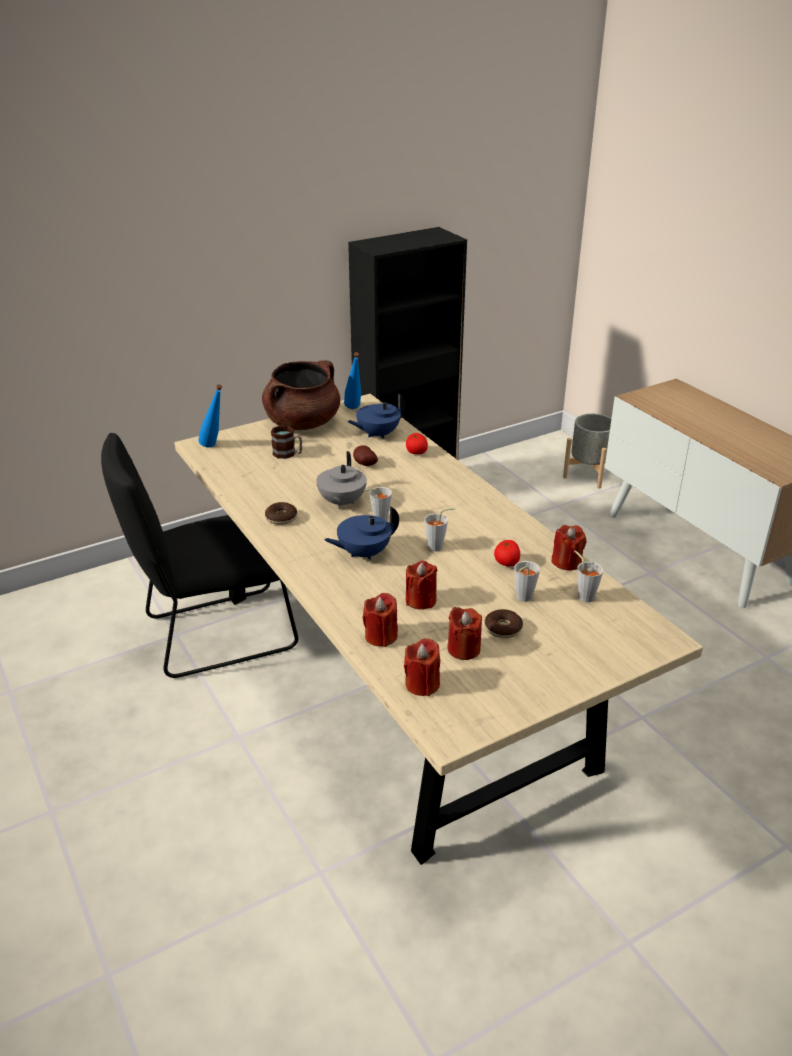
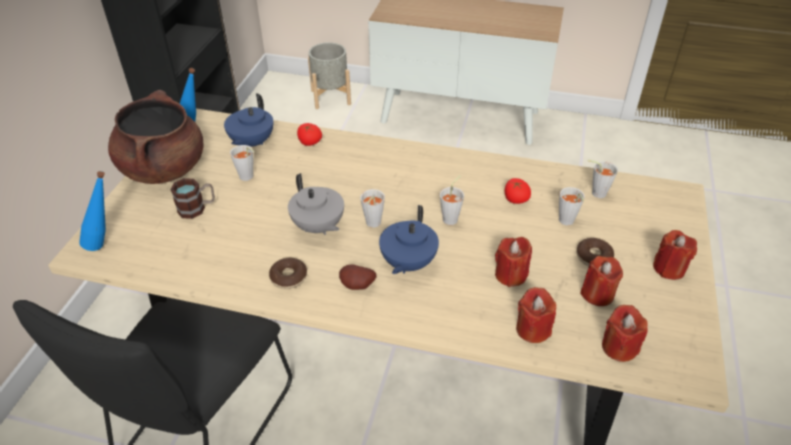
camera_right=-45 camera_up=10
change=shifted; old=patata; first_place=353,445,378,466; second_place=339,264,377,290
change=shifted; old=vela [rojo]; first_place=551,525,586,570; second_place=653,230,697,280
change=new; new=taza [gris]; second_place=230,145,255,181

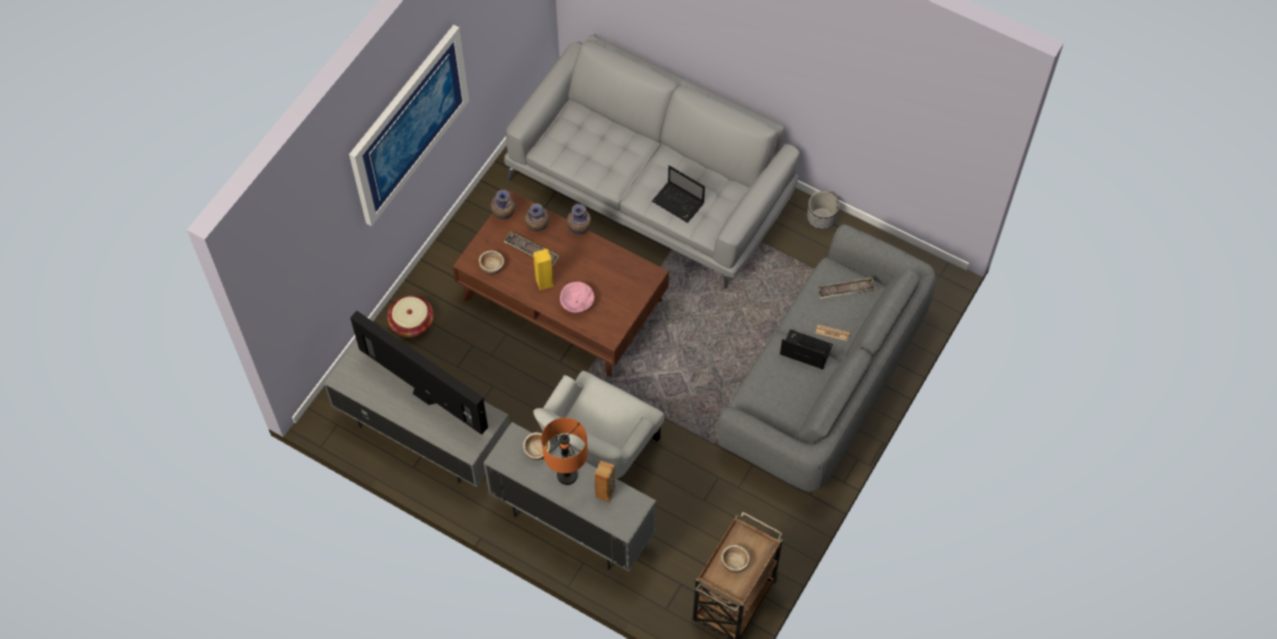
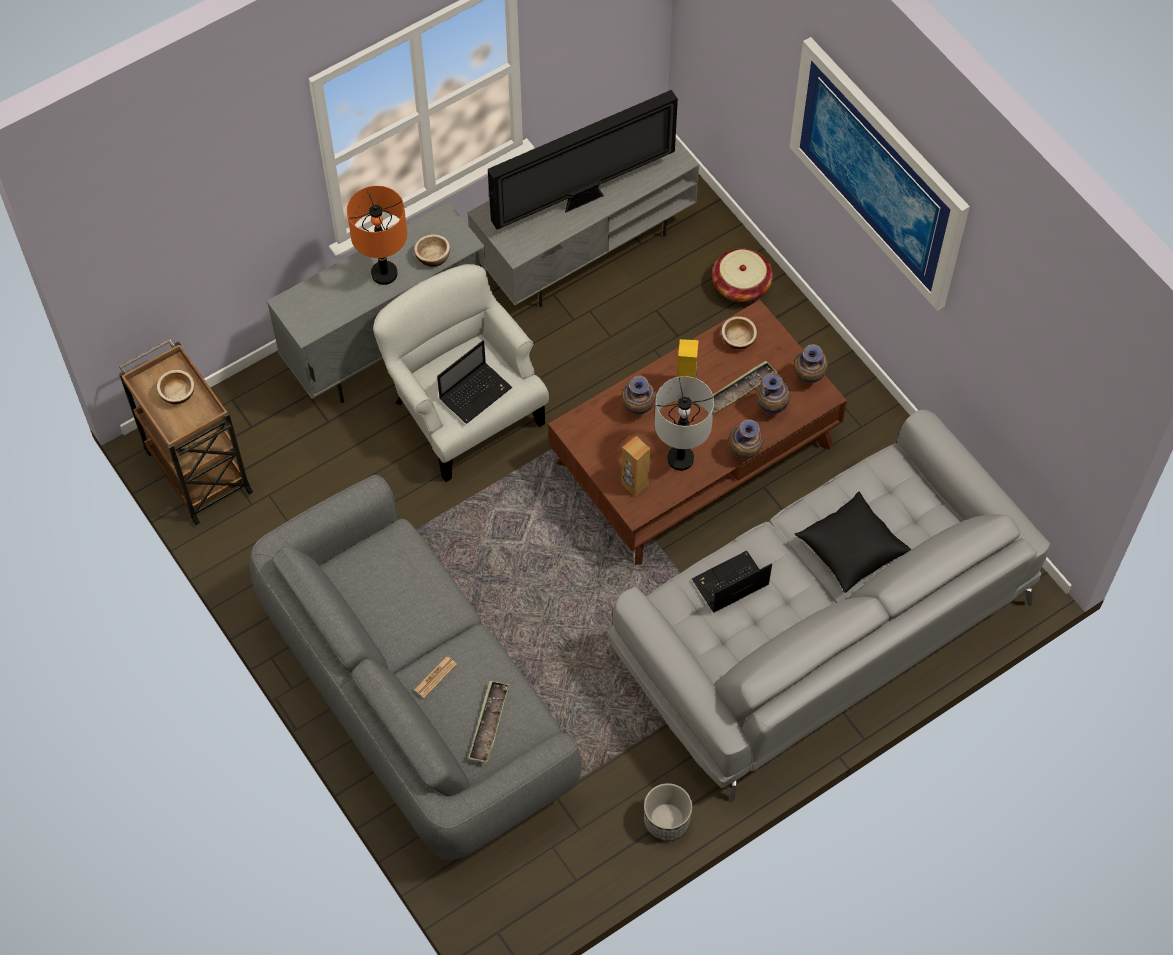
camera_right=115 camera_up=0
change=swapped; old=cuenco [rosa]; new=florero; first_place=560,282,594,313; second_place=622,376,656,414
change=shifted; old=portátil; first_place=780,330,833,369; second_place=437,341,512,424
change=shifted; old=altavoz [marrón]; first_place=595,461,615,502; second_place=621,436,650,497
change=new; new=lámpara de mesa [gris]; second_place=655,376,714,471
change=new; new=cojín [negro]; second_place=795,492,911,593

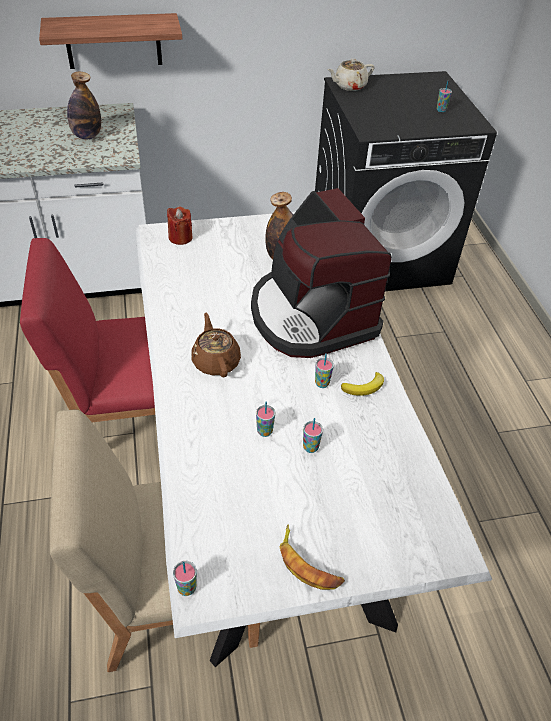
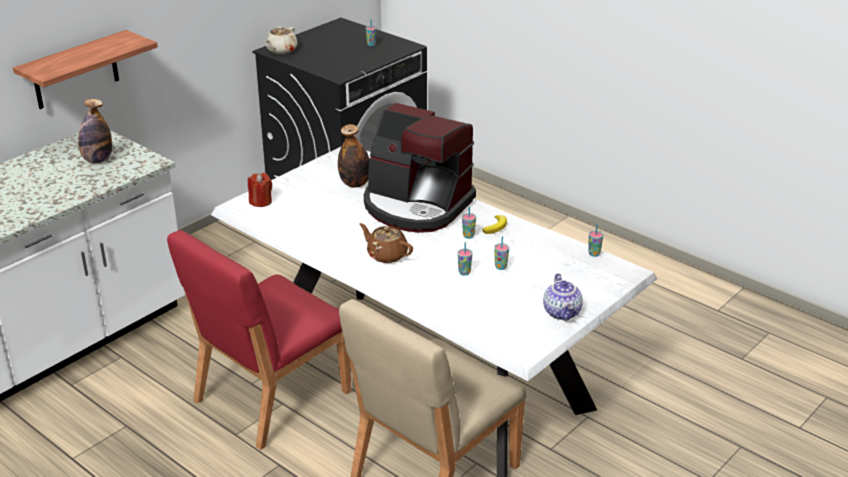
camera_right=-35 camera_up=-15
change=swapped; old=plátano; new=tetera; first_place=279,524,345,590; second_place=543,273,583,321
change=shifted; old=taza; first_place=173,561,197,596; second_place=588,224,604,257

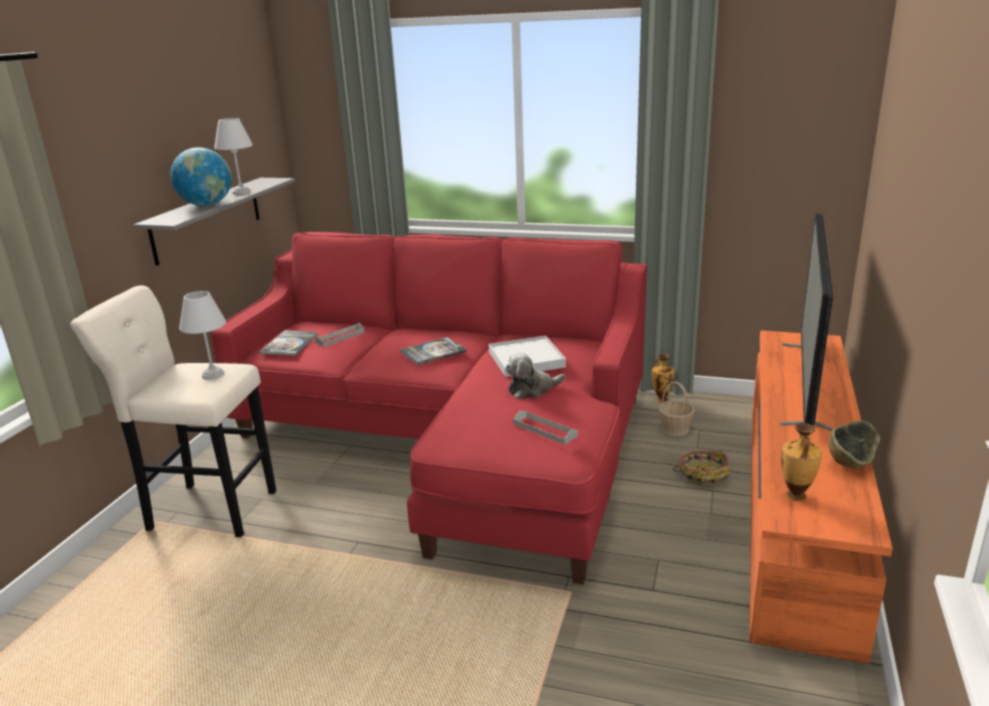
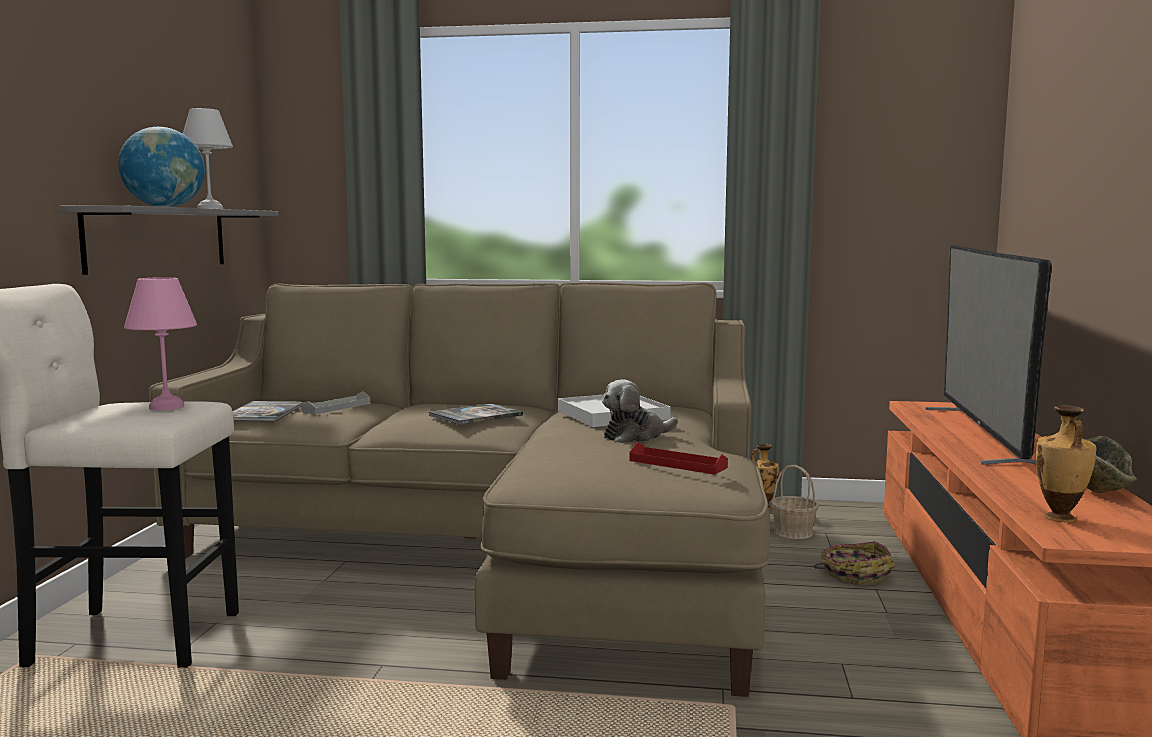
camera_right=-10 camera_up=-15
change=repainted; old=sofá [rojo]; new=sofá [beis]; first_place=211,232,647,585; second_place=148,282,770,697
change=repainted; old=lámpara de mesa [blanco]; new=lámpara de mesa [rosa]; first_place=179,291,226,380; second_place=124,277,197,411
change=repainted; old=bandeja [gris]; new=bandeja [rojo]; first_place=513,411,578,445; second_place=629,442,728,475

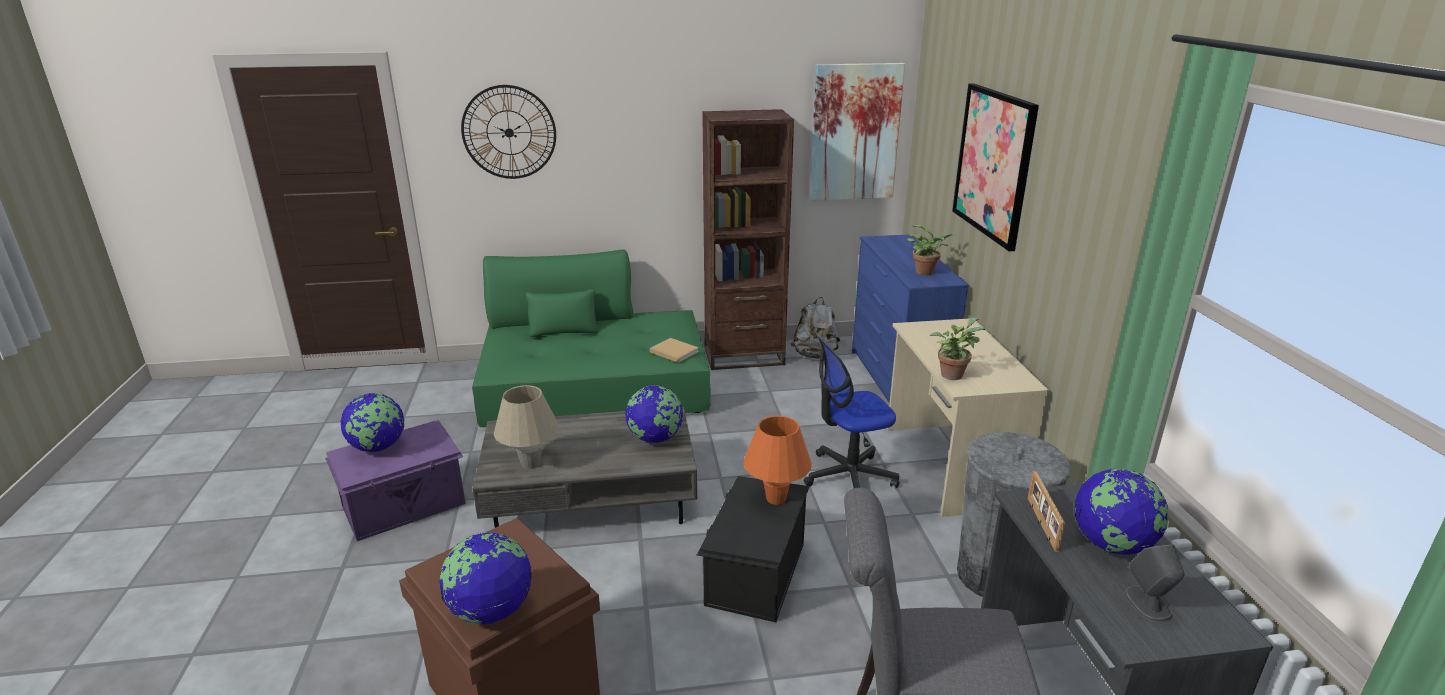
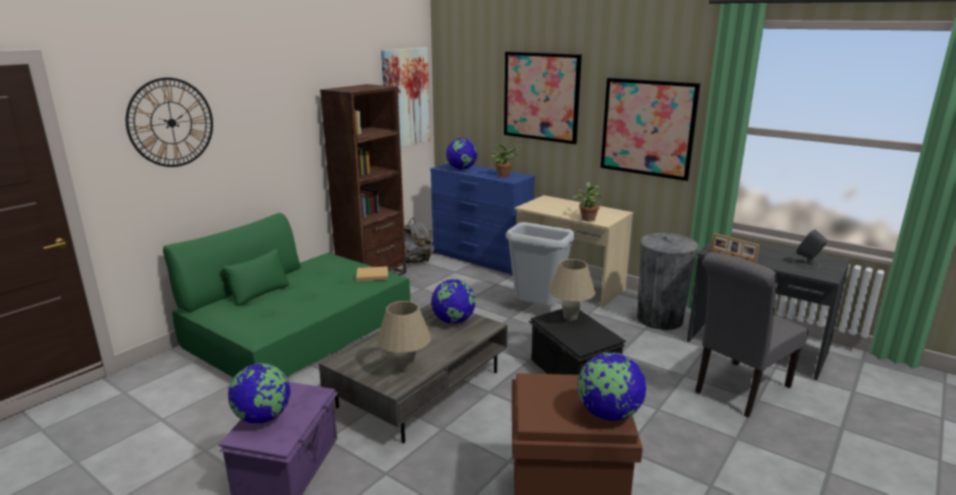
camera_right=-45 camera_up=-5
change=swapped; old=silla de oficina; new=papelera [gris]; first_place=804,337,899,488; second_place=506,222,575,306
change=repainted; old=lámpara de mesa [naranja]; new=lámpara de mesa [beis]; first_place=743,416,812,505; second_place=549,259,595,321
change=shifted; old=globo terráqueo; first_place=1075,468,1169,555; second_place=446,138,477,169
change=new; new=cuadro; second_place=600,78,700,181

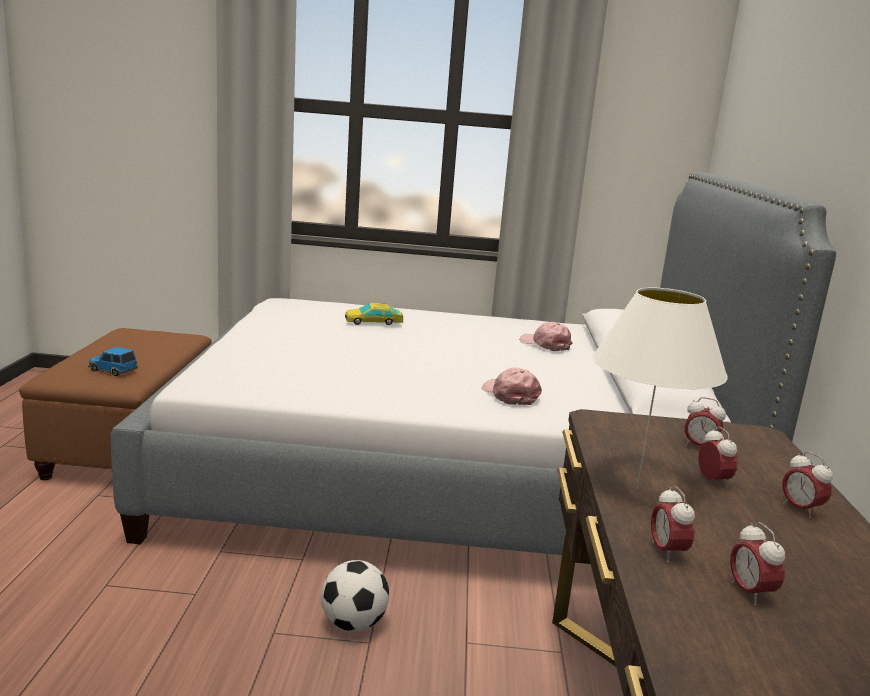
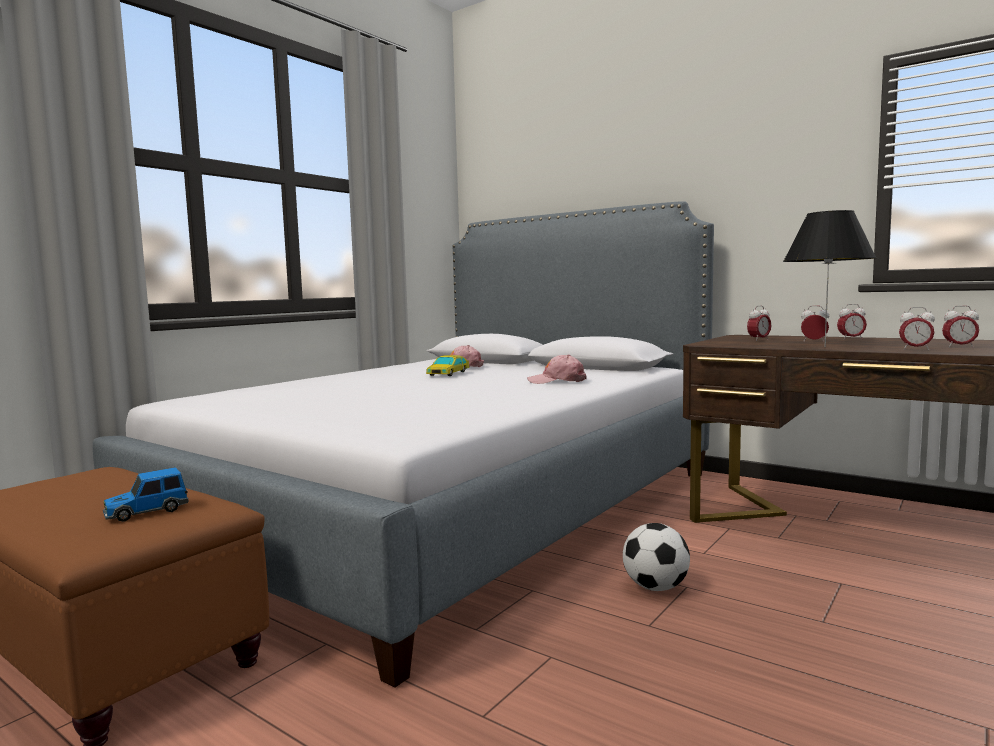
camera_right=-55 camera_up=-10
change=repainted; old=lámpara de mesa [blanco]; new=lámpara de mesa [negro]; first_place=593,288,728,489; second_place=783,210,877,347
change=shifted; old=coche de juguete; first_place=345,303,403,325; second_place=426,355,470,376

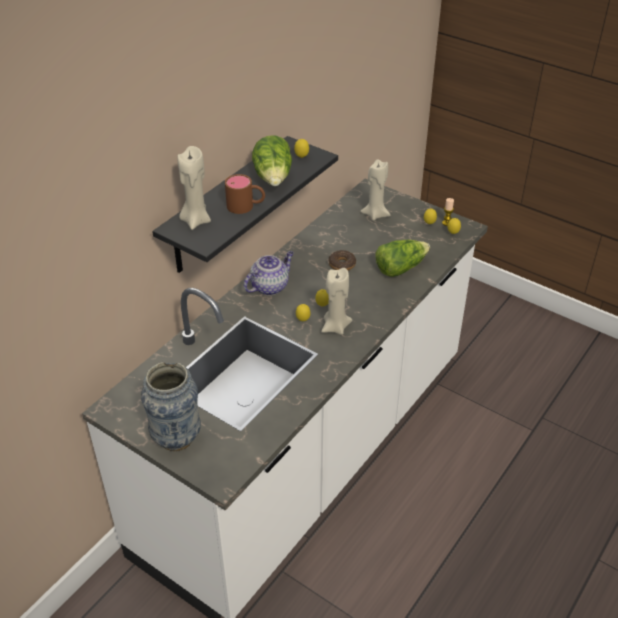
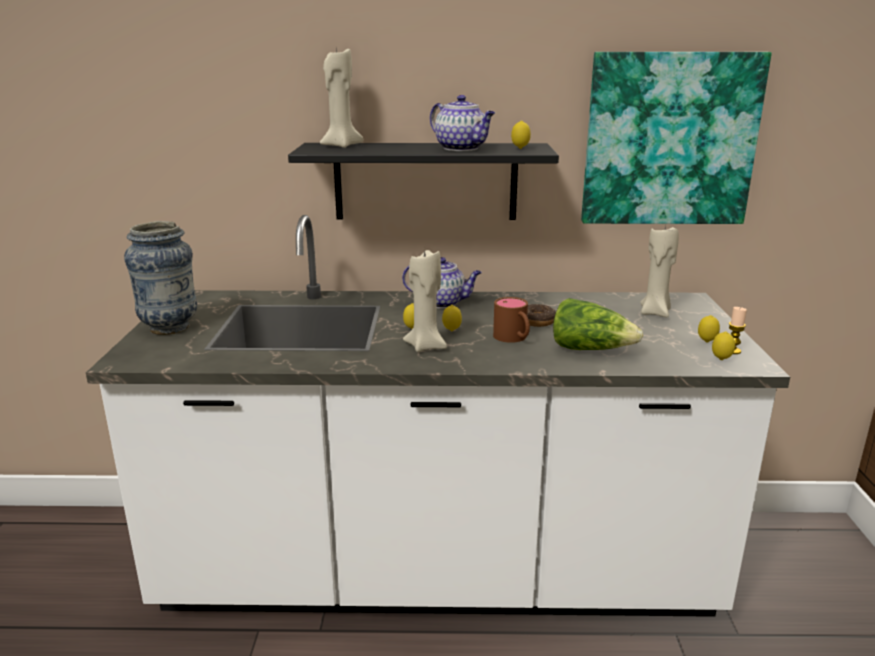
camera_right=55 camera_up=-20
change=swapped; old=lechuga; new=tetera; first_place=252,136,292,186; second_place=430,95,495,151
change=shifted; old=taza grande [marrón]; first_place=225,174,265,214; second_place=493,297,530,343
change=new; new=cuadro; second_place=581,52,772,224

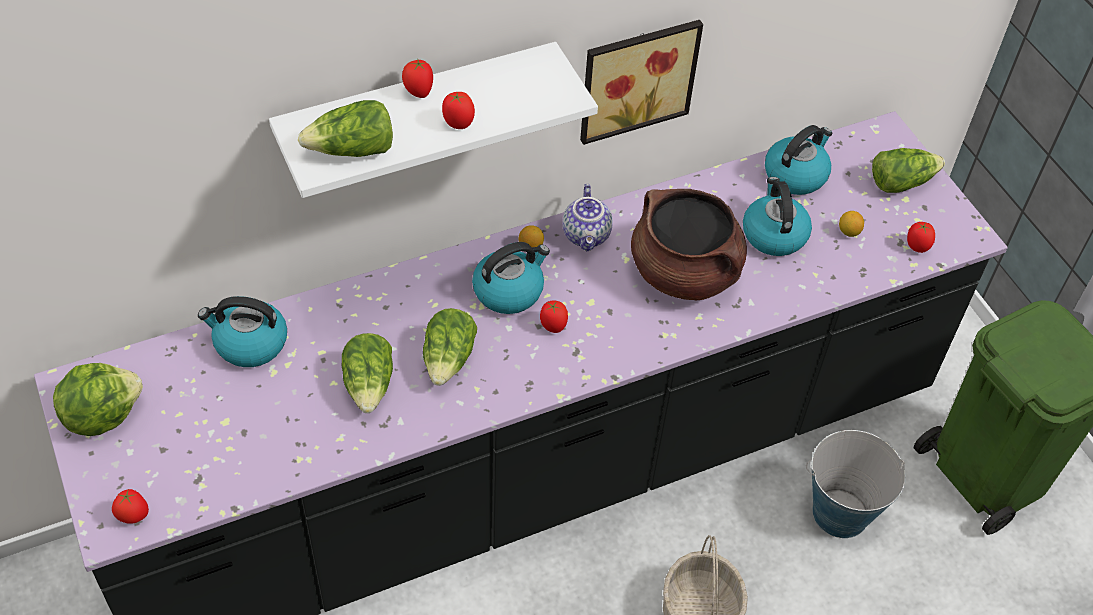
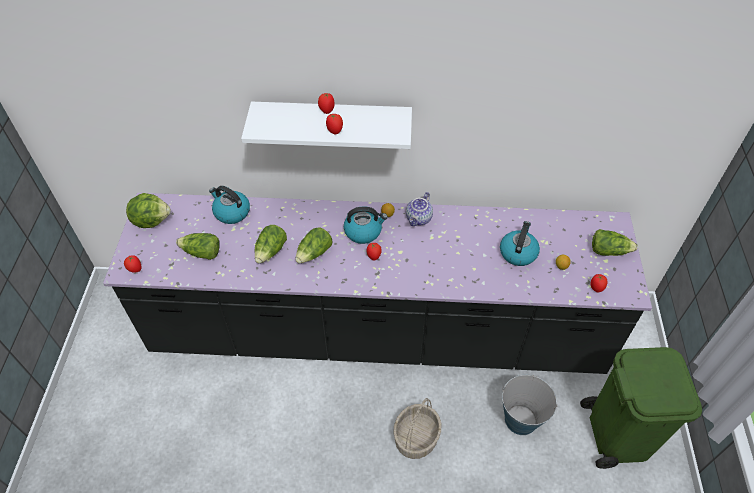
camera_right=30 camera_up=0
change=gone; old=cuadro; first_place=580,20,703,145
change=shifted; old=lechuga; first_place=298,100,393,157; second_place=176,233,220,260
change=gone; old=hervidor; first_place=765,125,832,195
change=gone; old=olla [marrón]; first_place=631,189,747,300

